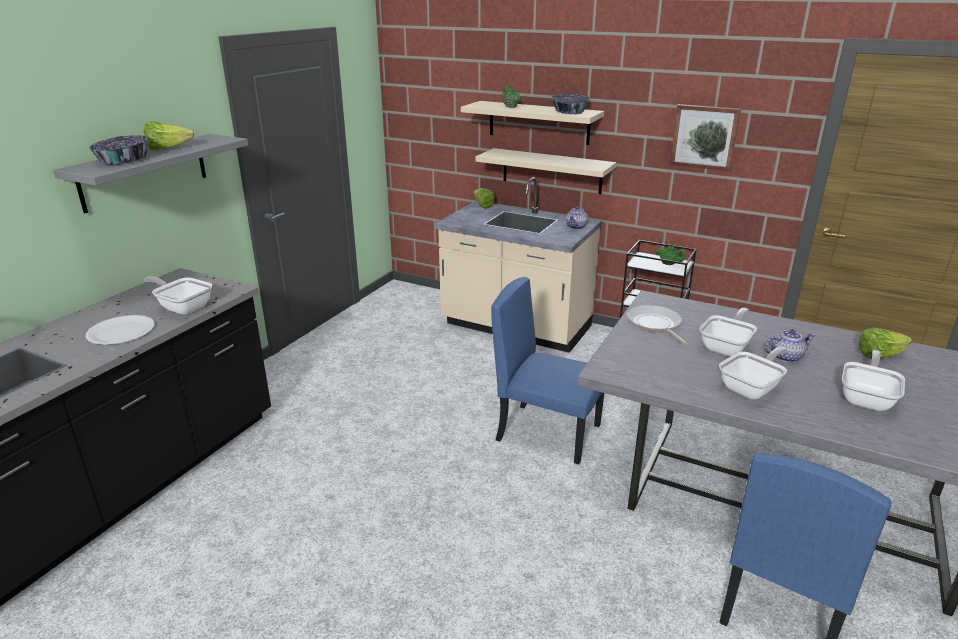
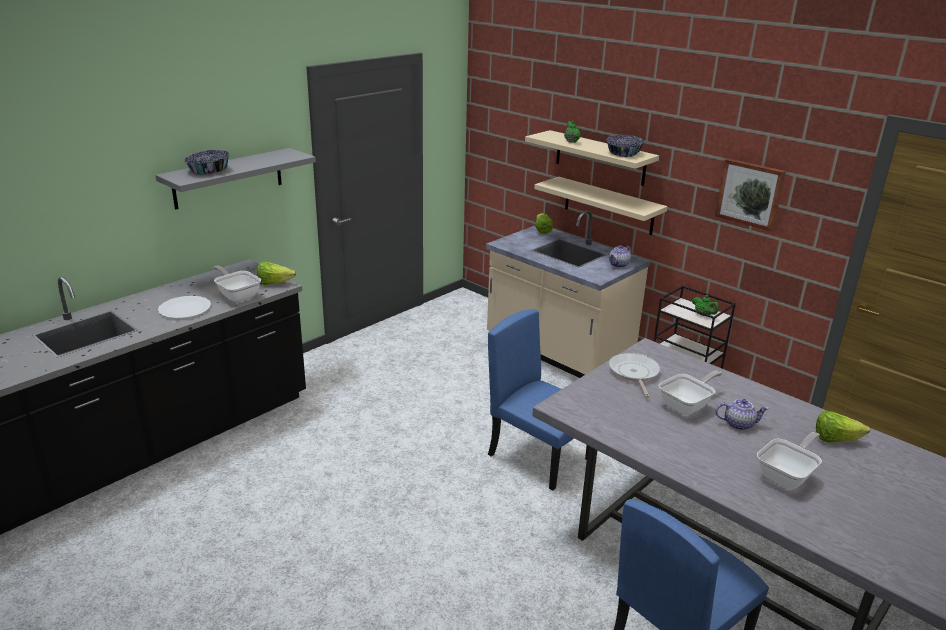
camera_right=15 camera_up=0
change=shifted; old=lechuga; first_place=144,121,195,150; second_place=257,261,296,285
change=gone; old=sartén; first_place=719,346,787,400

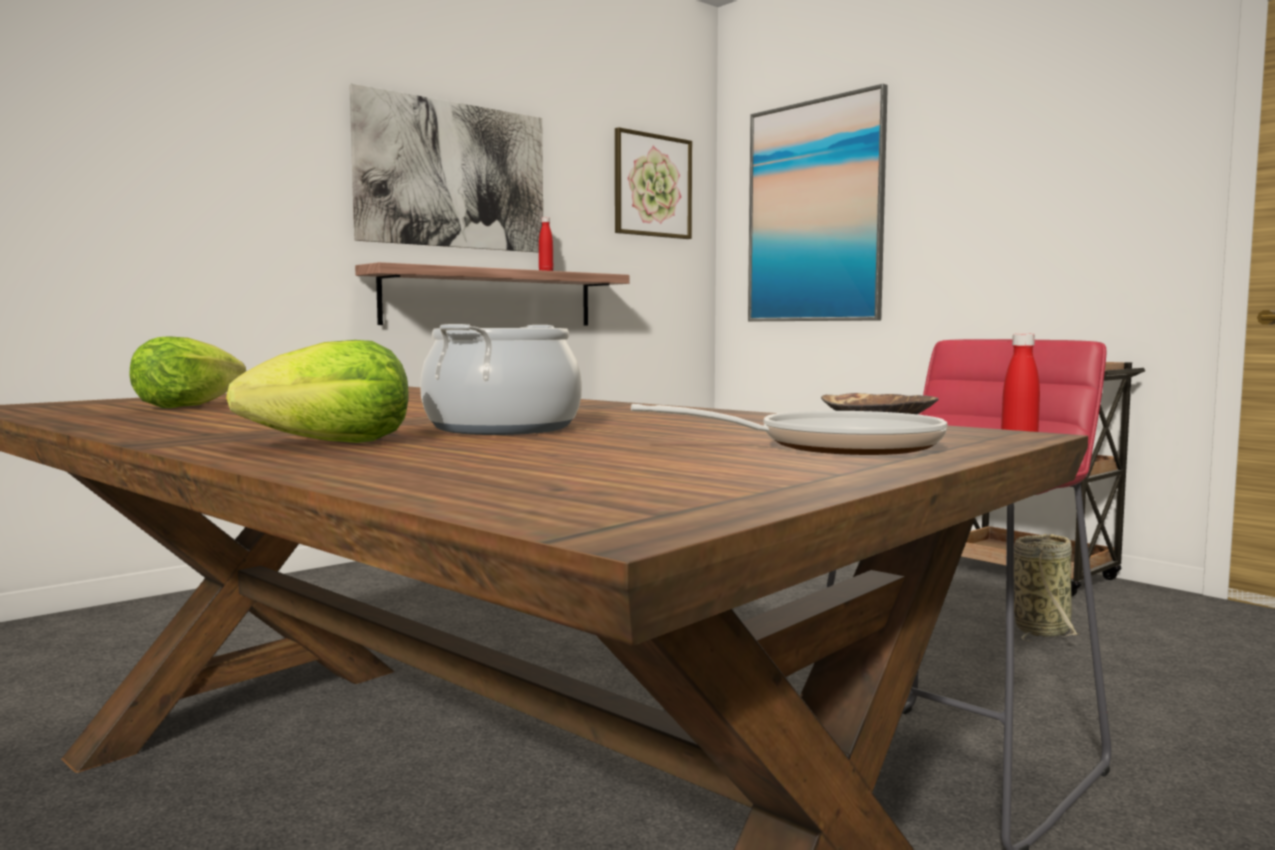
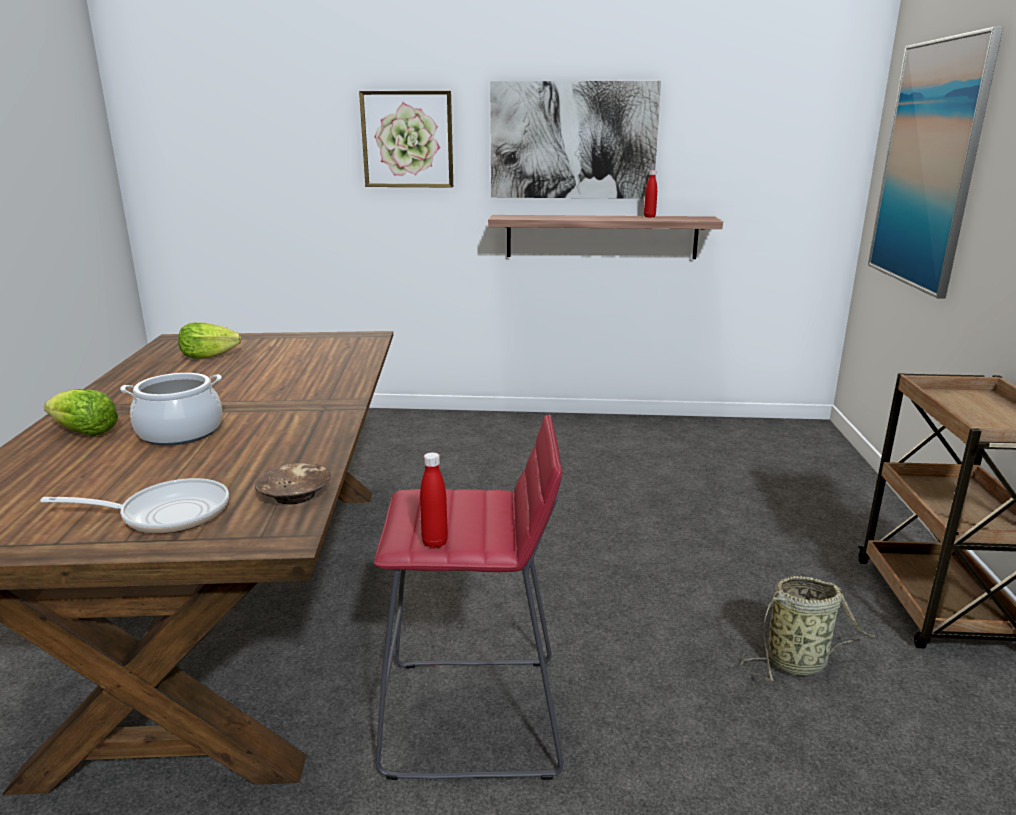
camera_right=45 camera_up=15
change=shifted; old=cuadro; first_place=615,127,692,239; second_place=359,91,453,188
change=rotated; old=sartén; first_place=631,404,948,455; second_place=40,478,229,534; degrees=-45

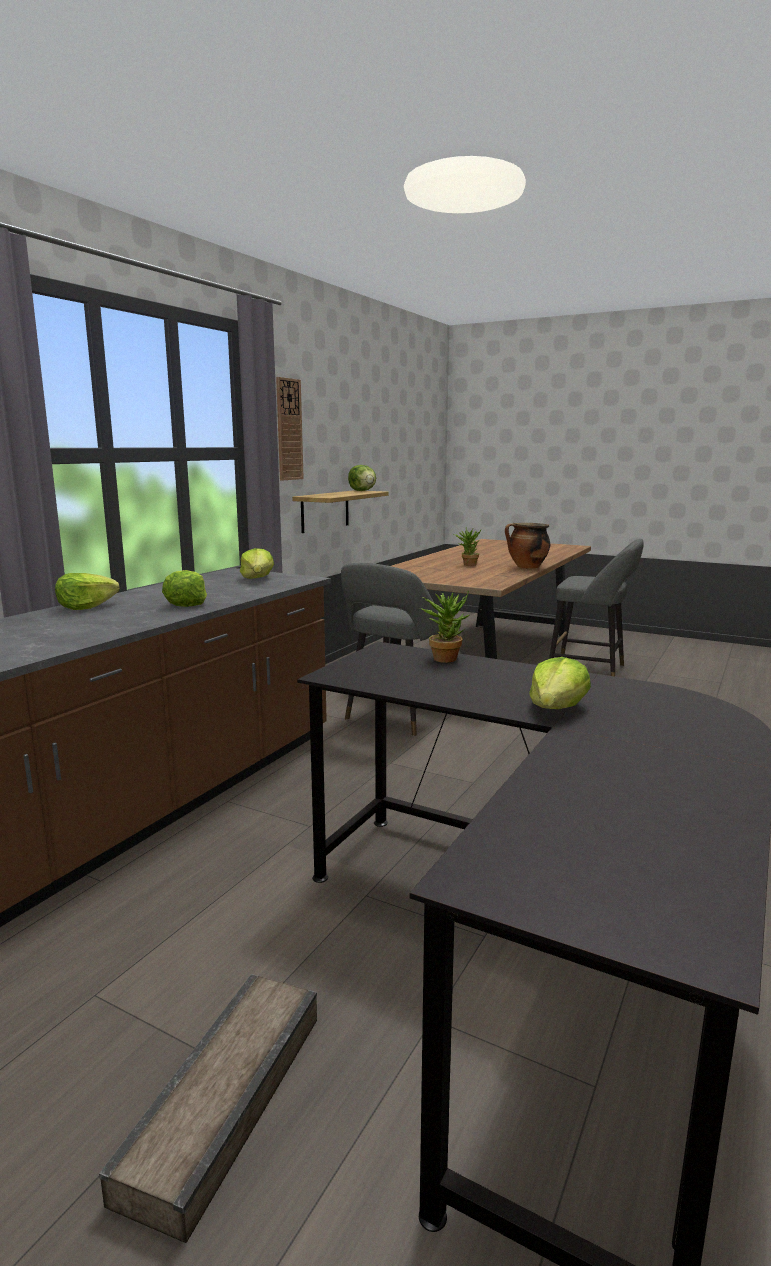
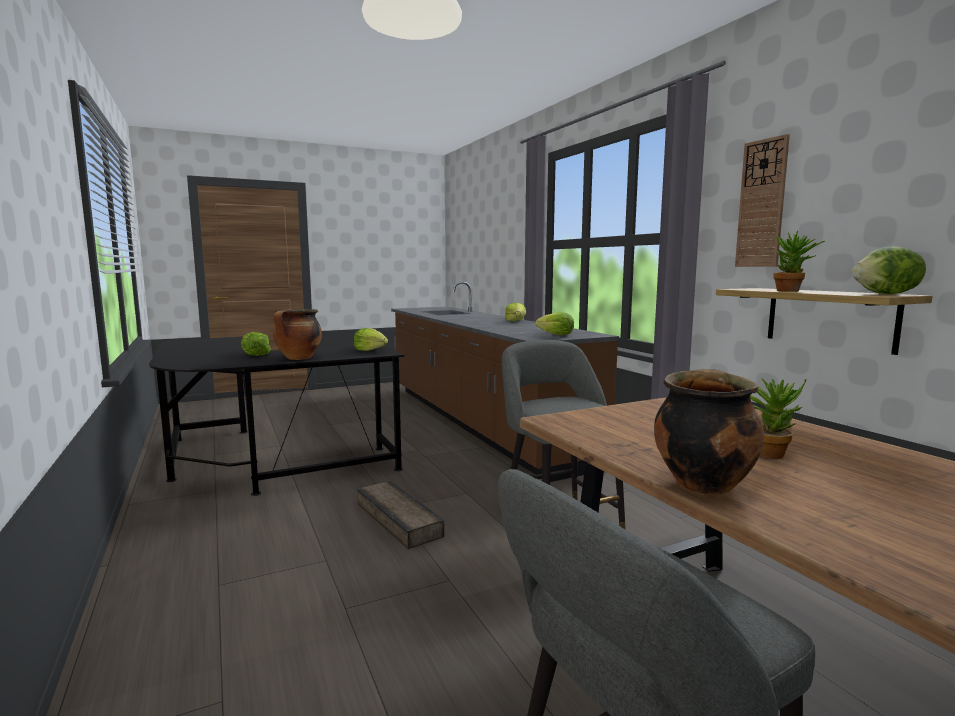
camera_right=125 camera_up=-5
change=shifted; old=lechuga; first_place=162,570,207,607; second_place=354,328,388,351
change=shifted; old=planta en maceta; first_place=420,590,469,663; second_place=774,231,825,292
change=shifted; old=caja de embalaje; first_place=99,974,317,1243; second_place=357,481,444,549
change=new; new=olla; second_place=273,309,322,360

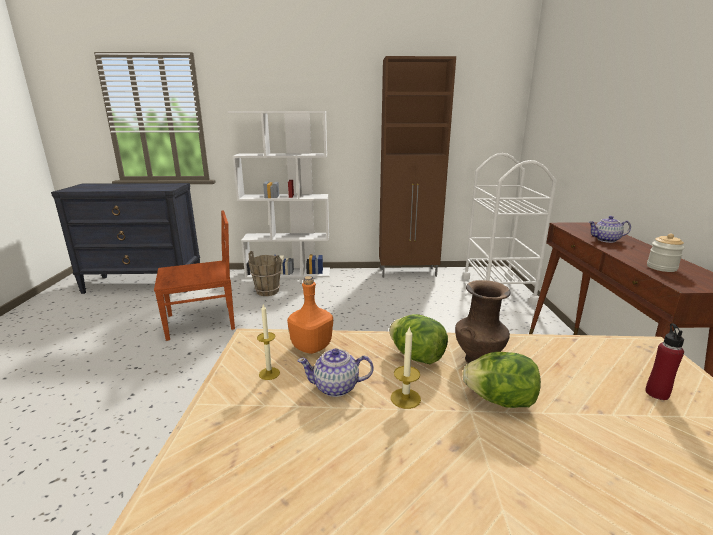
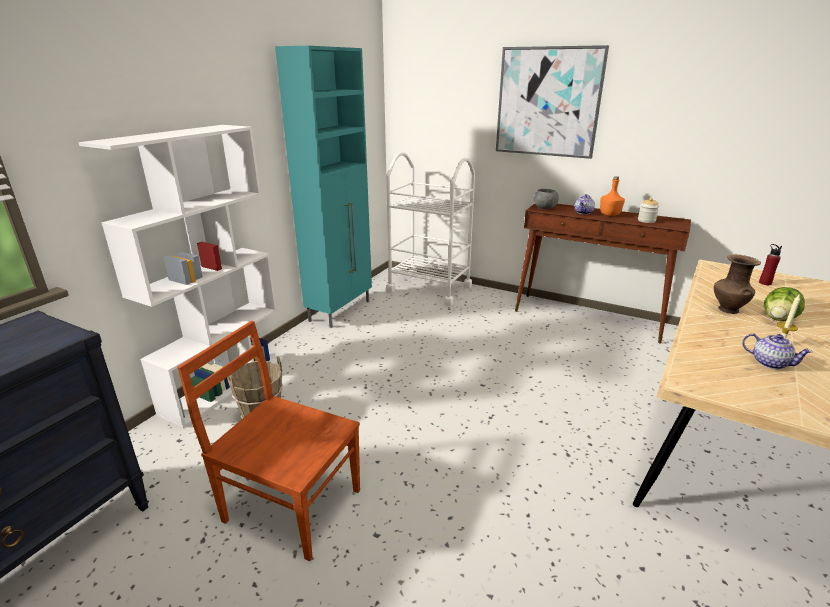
camera_right=-60 camera_up=5
change=repainted; old=armario [marrón]; new=armario [turquesa]; first_place=379,56,456,277; second_place=275,46,372,328
change=rotated; old=silla [marrón]; first_place=154,211,235,341; second_place=177,321,360,561; degrees=-75
change=shifted; old=botella [naranja]; first_place=287,276,333,354; second_place=600,176,625,216
change=gone; old=vela; first_place=257,304,280,380
change=gone; old=lechuga; first_place=389,314,448,364
change=rotated; old=tetera; first_place=297,348,374,397; second_place=742,333,813,369; degrees=-75
change=new; new=cuadro; second_place=496,45,609,159
change=new; new=cuenco [gris]; second_place=534,189,559,209

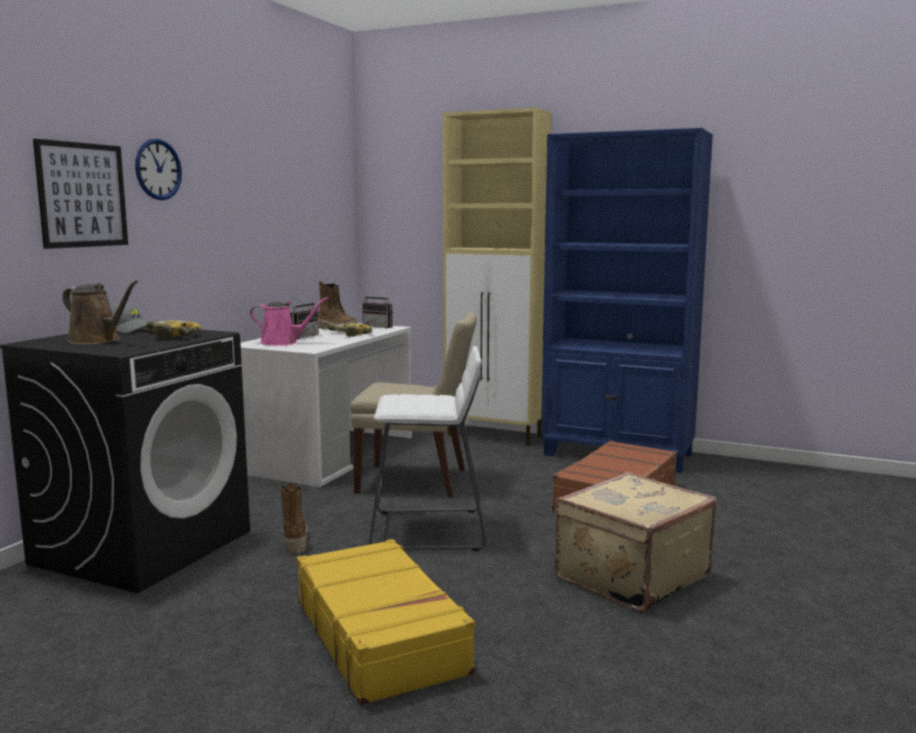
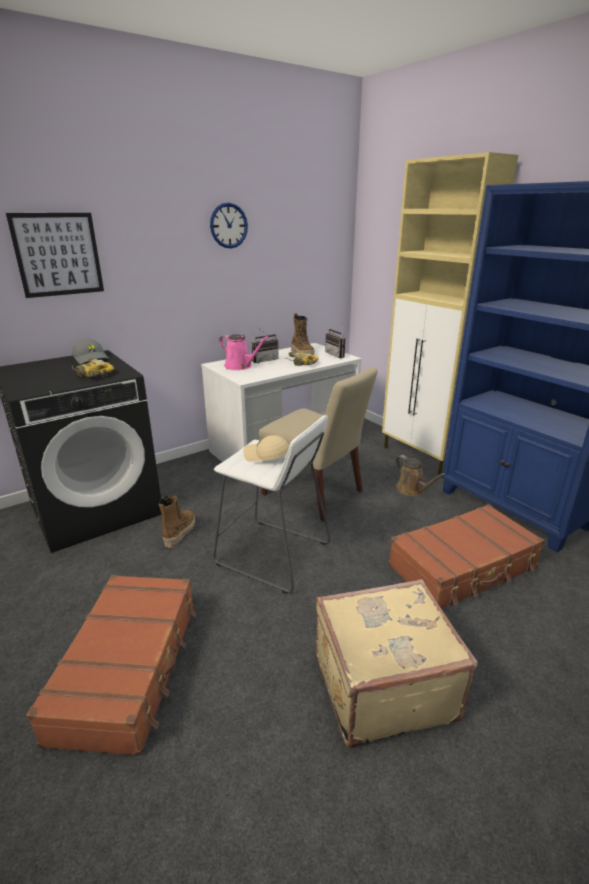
camera_right=30 camera_up=15
change=shifted; old=reloj de pared; first_place=135,139,182,200; second_place=210,203,248,248
change=shifted; old=regadera [marrón]; first_place=62,280,138,344; second_place=396,455,447,496
change=repainted; old=maleta [amarillo]; new=maleta [marrón]; first_place=297,539,475,706; second_place=26,575,196,756
change=new; new=gorra [beis]; second_place=243,435,290,462

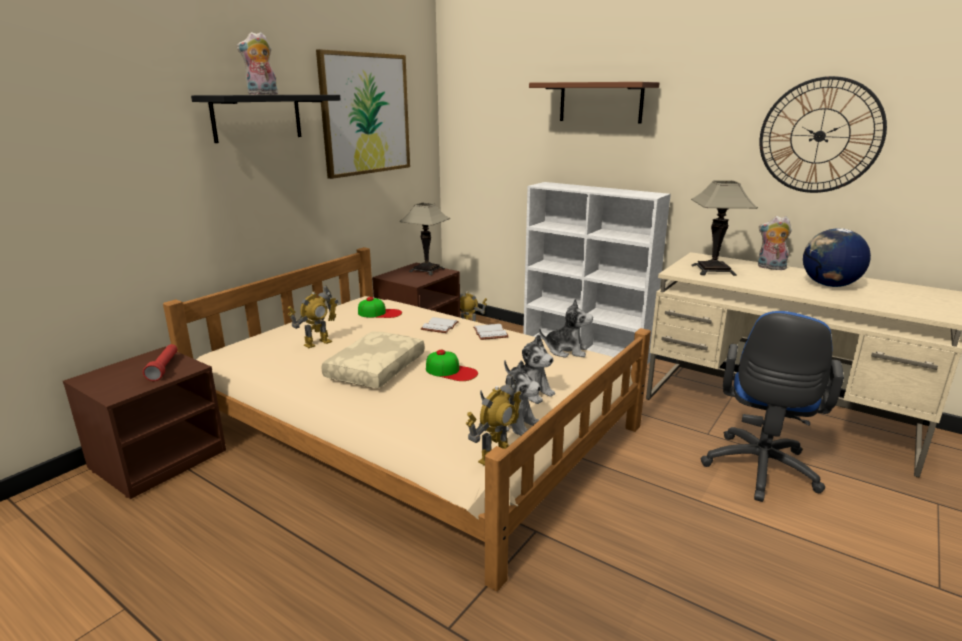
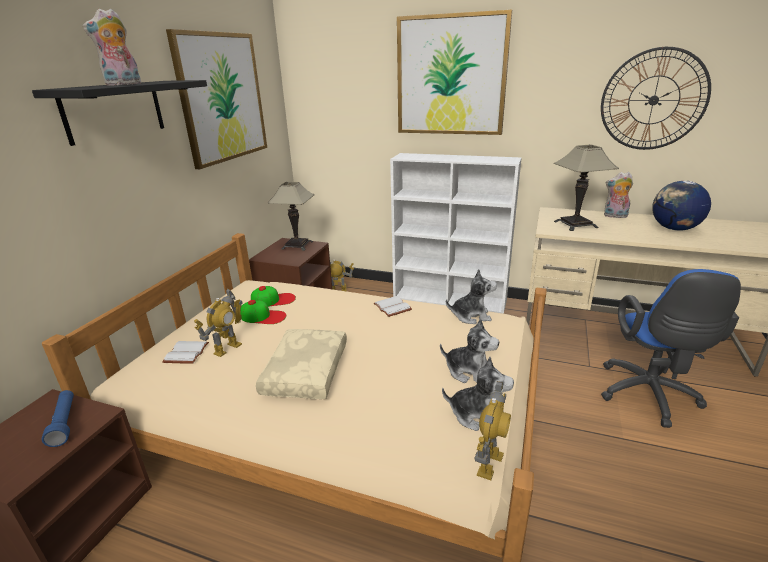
camera_right=-15 camera_up=5
change=swapped; old=estante [marrón]; new=cuadro; first_place=529,82,659,123; second_place=397,10,512,135
change=shifted; old=libro [blanco]; first_place=421,317,459,333; second_place=162,341,209,364
change=repainted; old=linterna [rojo]; new=linterna [azul]; first_place=143,344,178,381; second_place=42,390,74,447
change=shifted; old=gorra; first_place=426,350,478,381; second_place=240,300,286,324

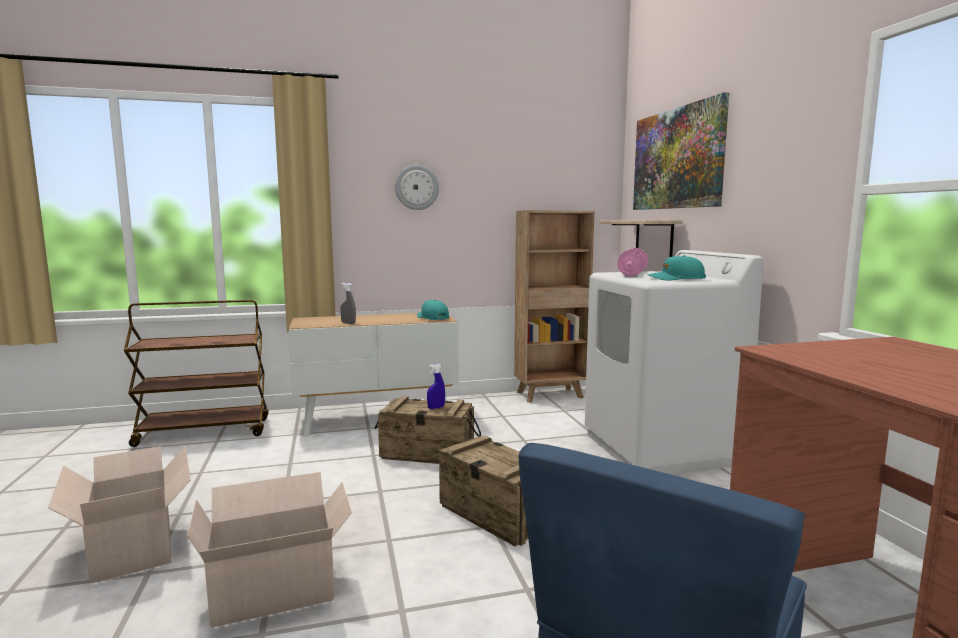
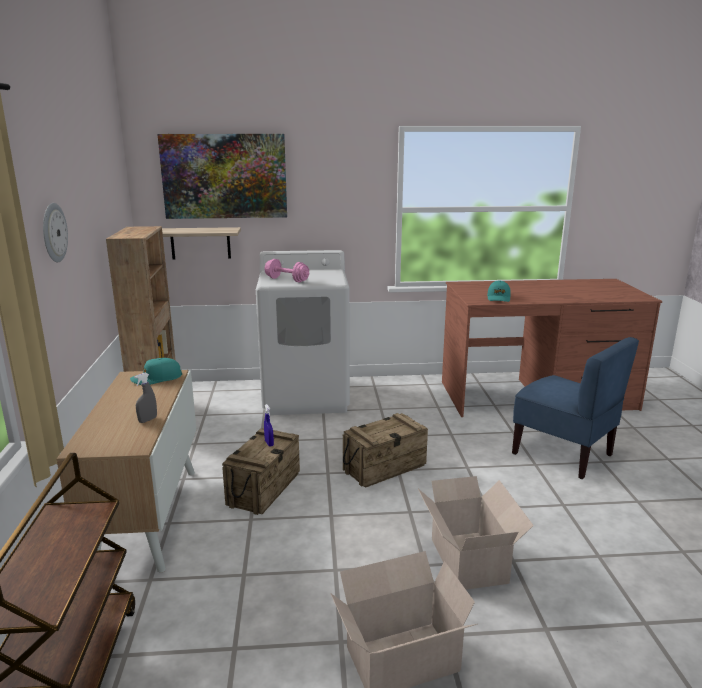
camera_right=-80 camera_up=10
change=shifted; old=gorra [turquesa]; first_place=648,255,706,281; second_place=487,281,511,302

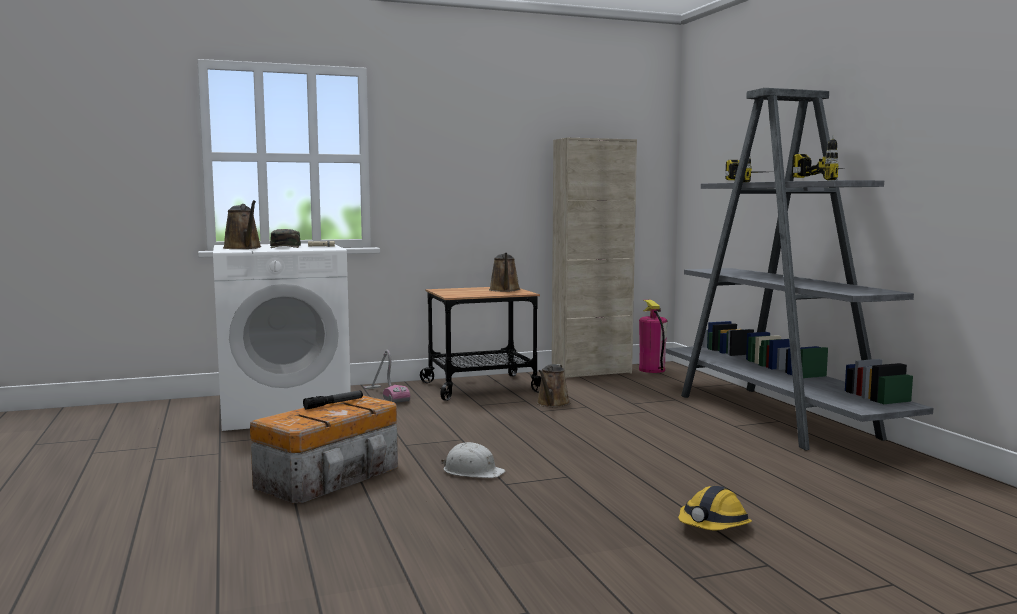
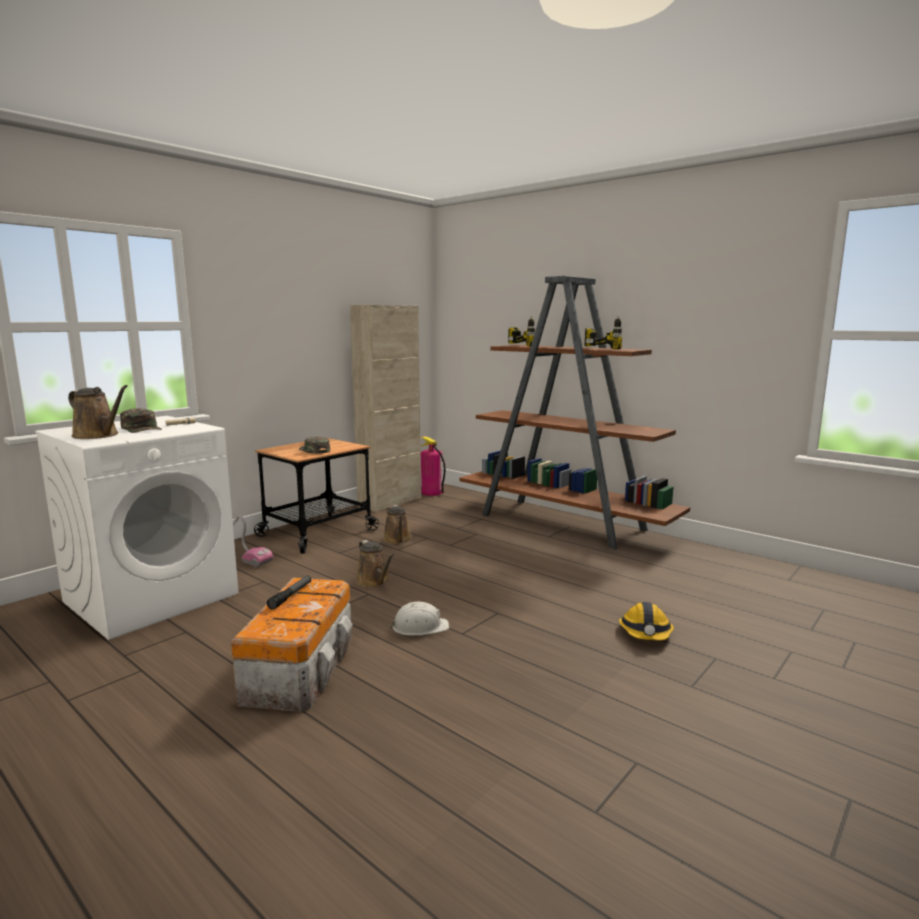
camera_right=-30 camera_up=5
change=repainted; old=estantería [gris]; new=estantería [marrón]; first_place=666,88,933,451; second_place=459,276,690,550
change=shifted; old=regadera [marrón]; first_place=489,253,520,292; second_place=356,540,394,588
change=new; new=gorra [verde]; second_place=299,437,330,454

